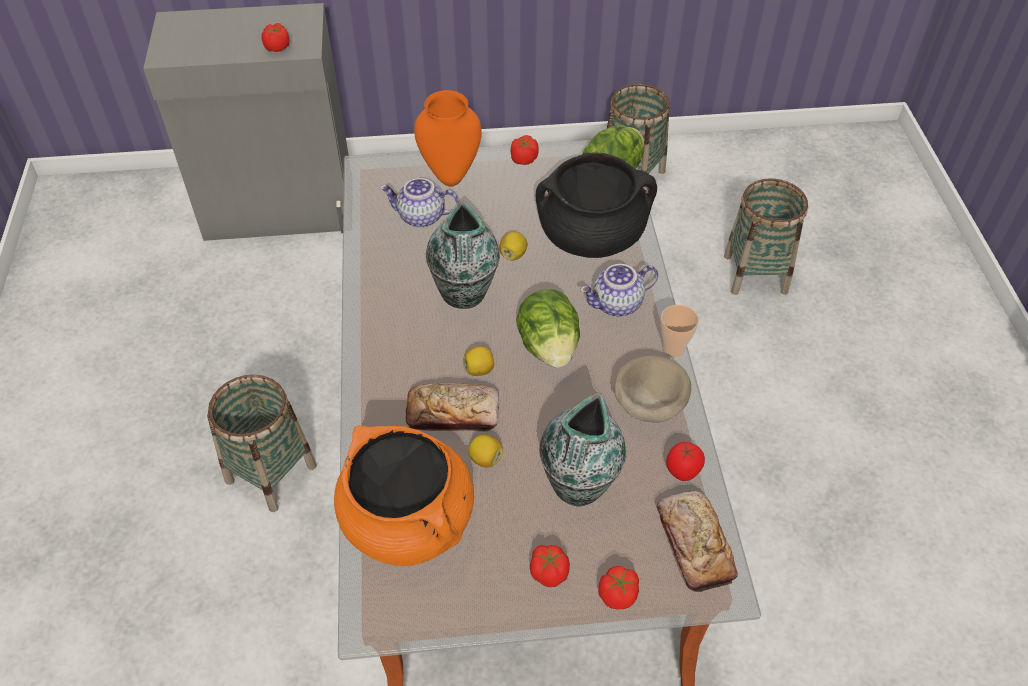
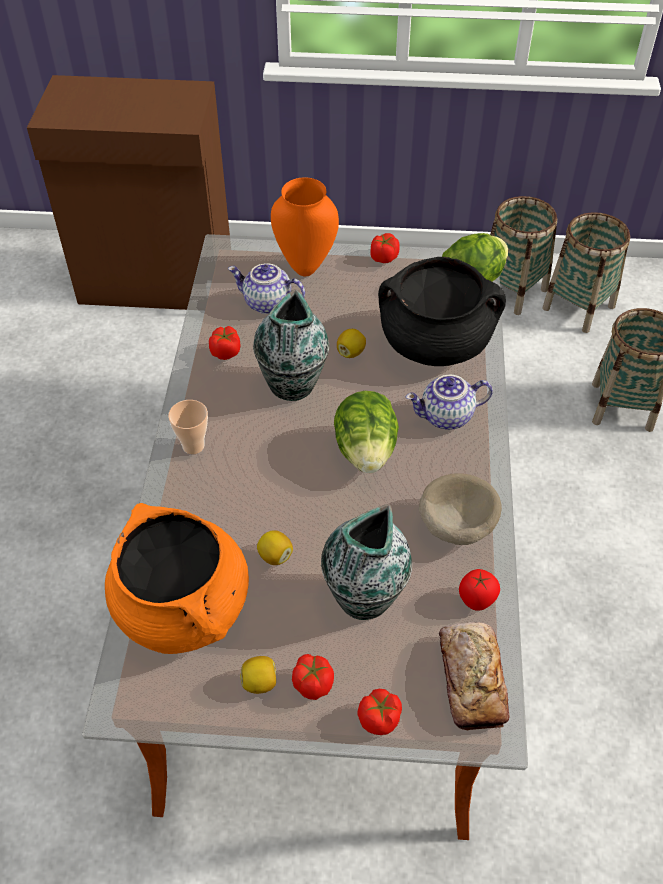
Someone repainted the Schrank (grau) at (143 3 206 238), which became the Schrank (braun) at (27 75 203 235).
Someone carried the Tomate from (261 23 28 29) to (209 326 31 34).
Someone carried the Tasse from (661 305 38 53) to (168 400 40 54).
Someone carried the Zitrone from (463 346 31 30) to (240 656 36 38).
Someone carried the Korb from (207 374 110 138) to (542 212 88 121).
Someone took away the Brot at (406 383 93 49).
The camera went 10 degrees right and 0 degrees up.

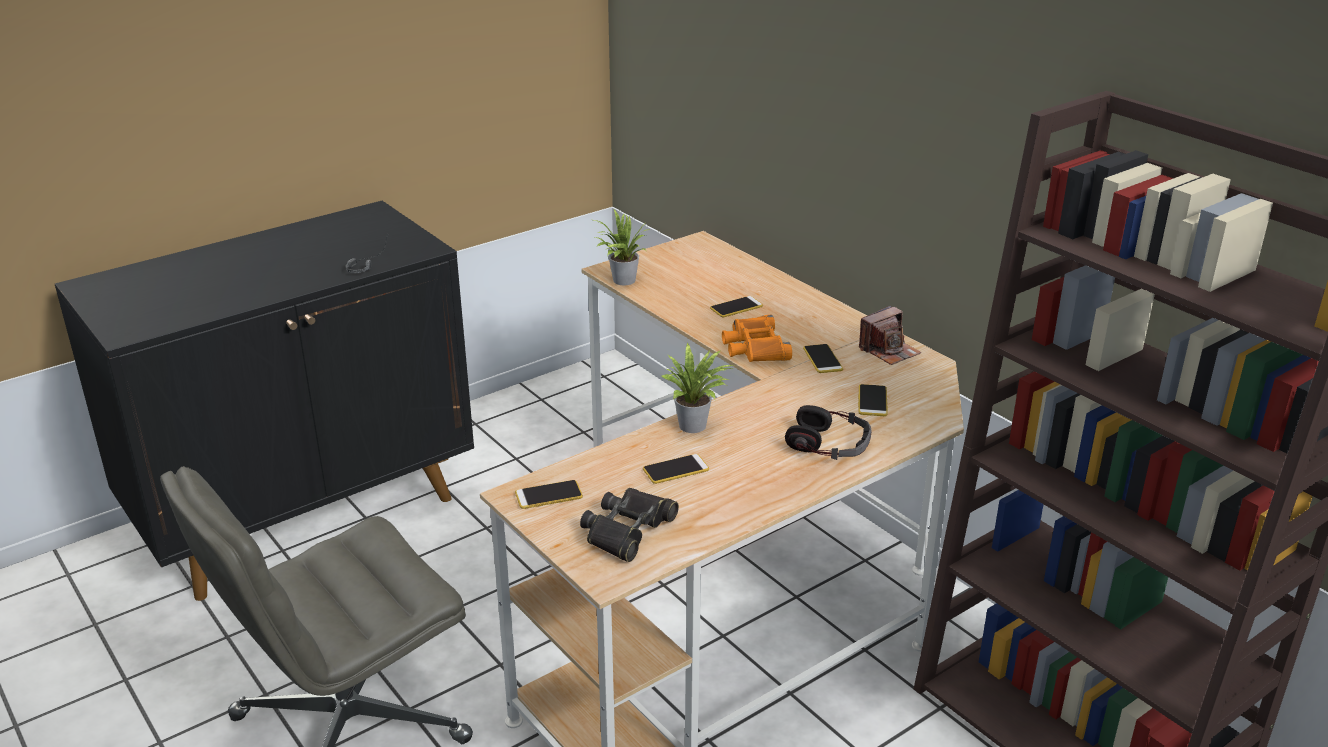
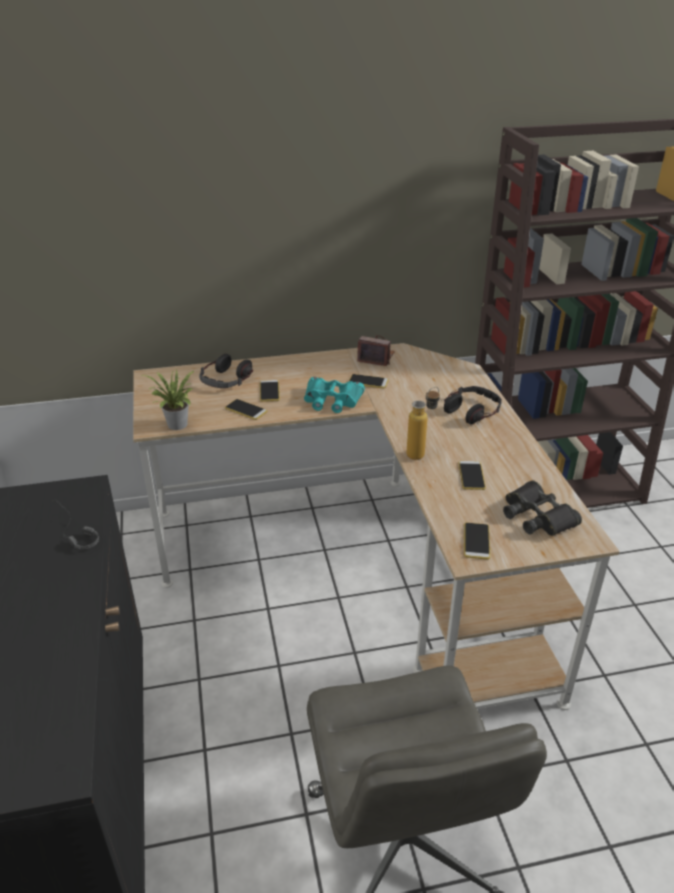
Someone rotated the Kamera at (859 306 62 59) by 60 degrees counterclockwise.
Someone repainted the Fernglas (orange) at (722 315 70 47), which became the Fernglas (türkis) at (304 377 61 36).
Someone swapped the Topfpflanze at (662 343 72 90) for the Flasche at (406 387 34 73).
Someone carried the Handy from (858 384 30 32) to (225 399 42 21).
Someone put down the Kopfhörer at (199 354 54 34).
The camera went 65 degrees left and 5 degrees up.

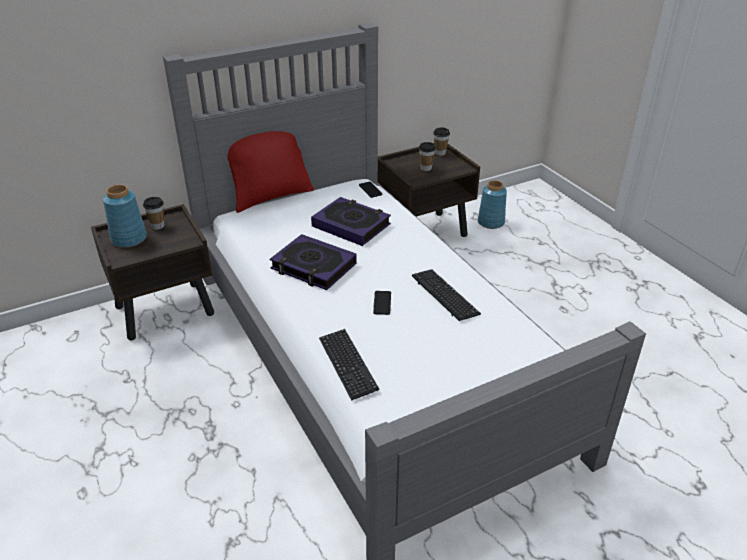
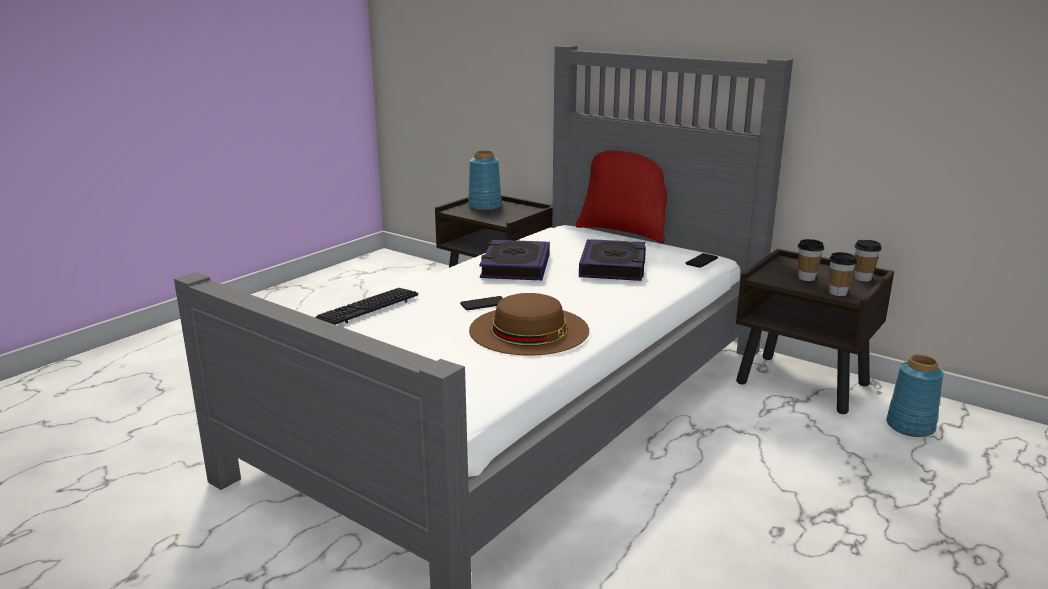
Someone carried the Tasse from (143 197 21 33) to (829 252 28 44).
Someone swapped the Tastatur at (412 269 69 52) for the Hut (braun) at (469 293 120 63).
The camera went 65 degrees right and 15 degrees down.

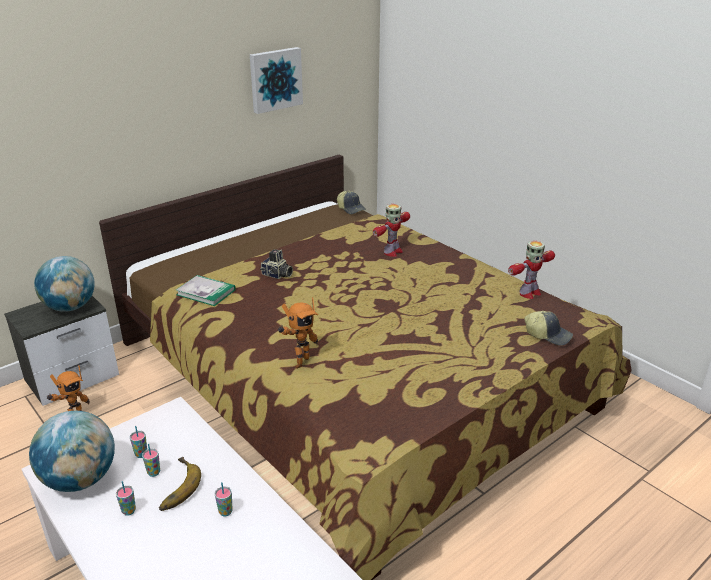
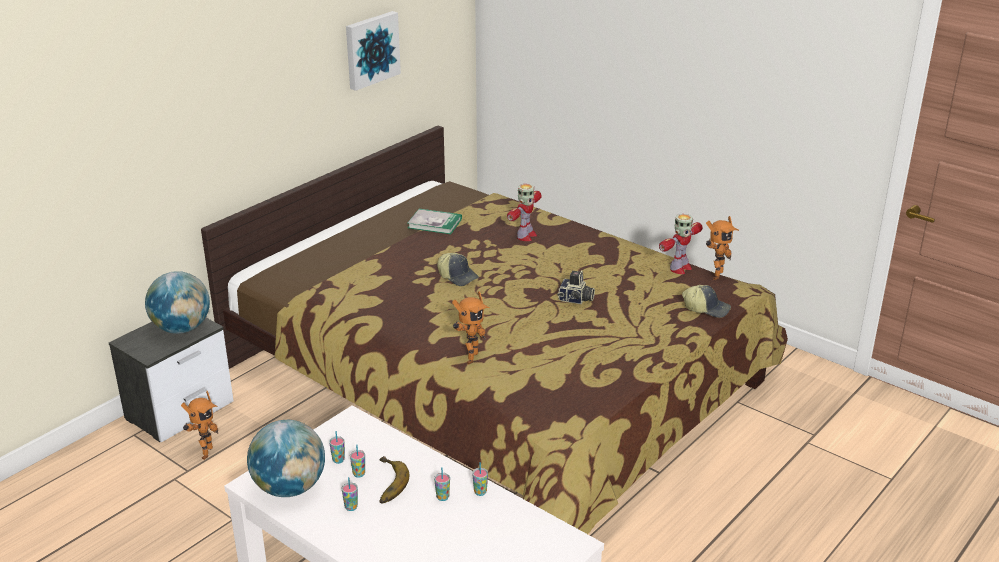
Someone carried the Kappe from (337 191 29 23) to (437 253 42 33).
Someone carried the Kamera from (260 249 33 30) to (558 270 37 34).
Someone carried the Buch from (176 275 60 31) to (408 209 54 25).
Someone put down the Spielzeugroboter at (706 216 33 64).
Someone put down the Tasse at (472 462 16 34).
The camera went 10 degrees left and 0 degrees up.

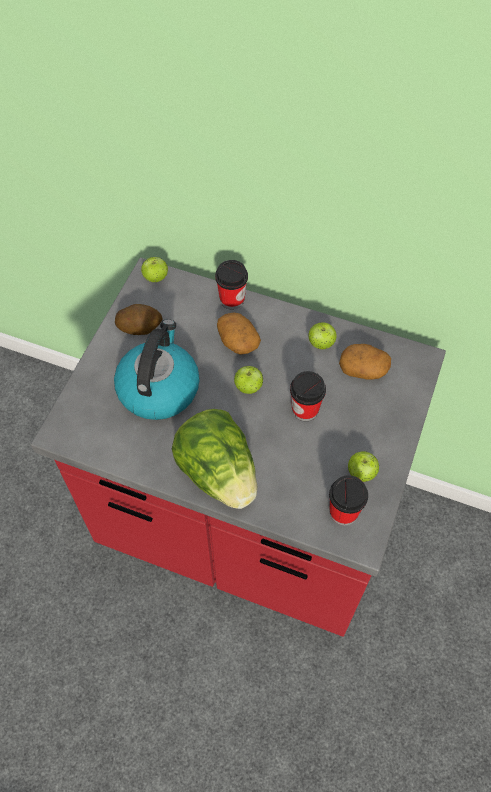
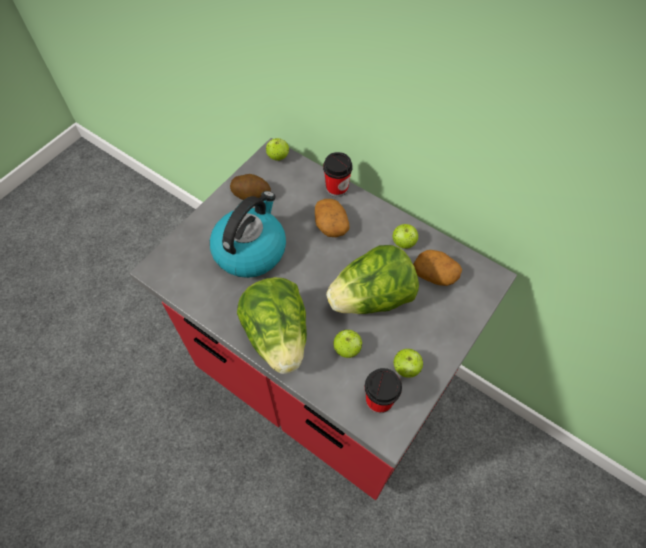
Someone carried the Apfel from (234 366 29 28) to (333 329 29 29).
Someone swapped the Tasse at (290 371 36 50) for the Salatkopf at (326 245 93 69).
The camera went 15 degrees right and 0 degrees up.

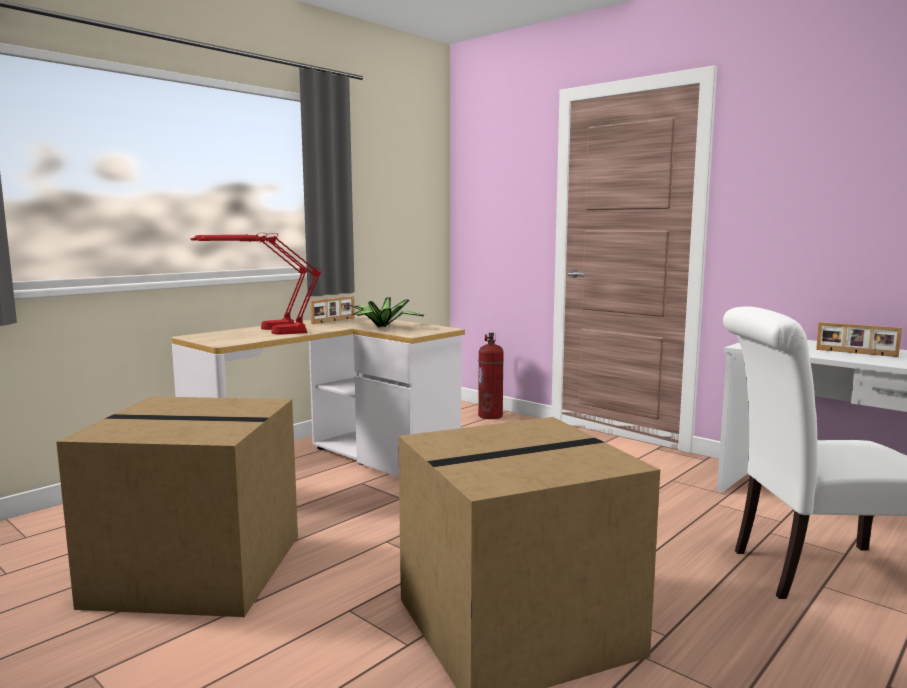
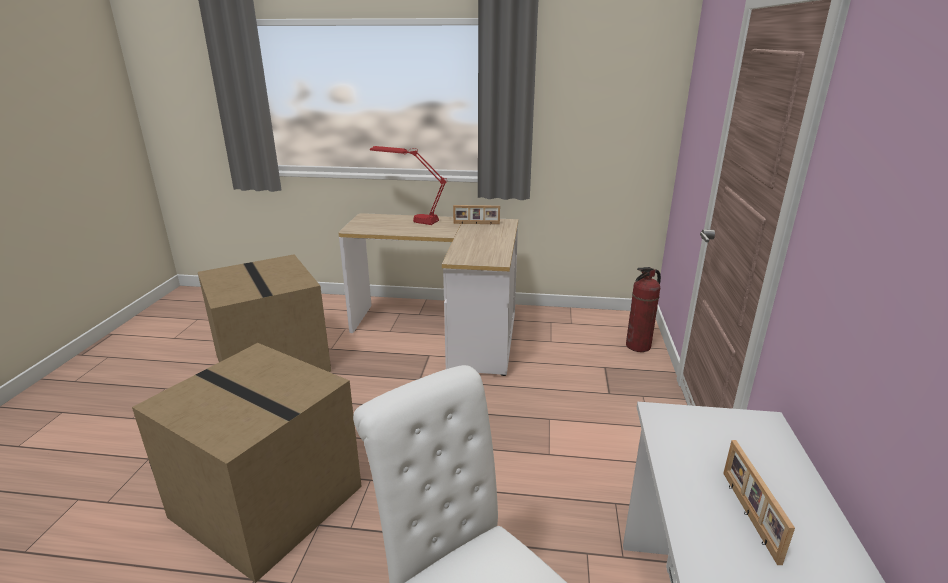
Someone took away the Tischlampe (rot) at (197 233 125 101).
Someone took away the Topfpflanze at (350 297 74 31).
The camera went 55 degrees right and 15 degrees up.

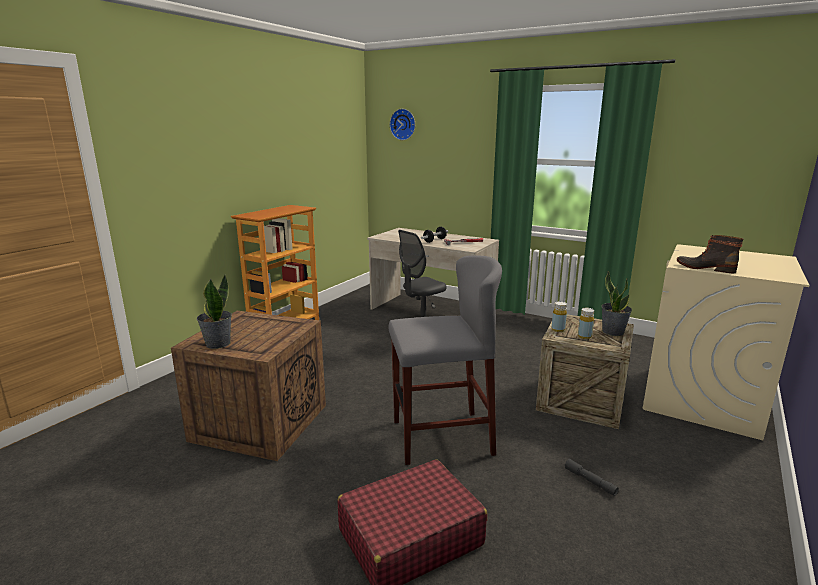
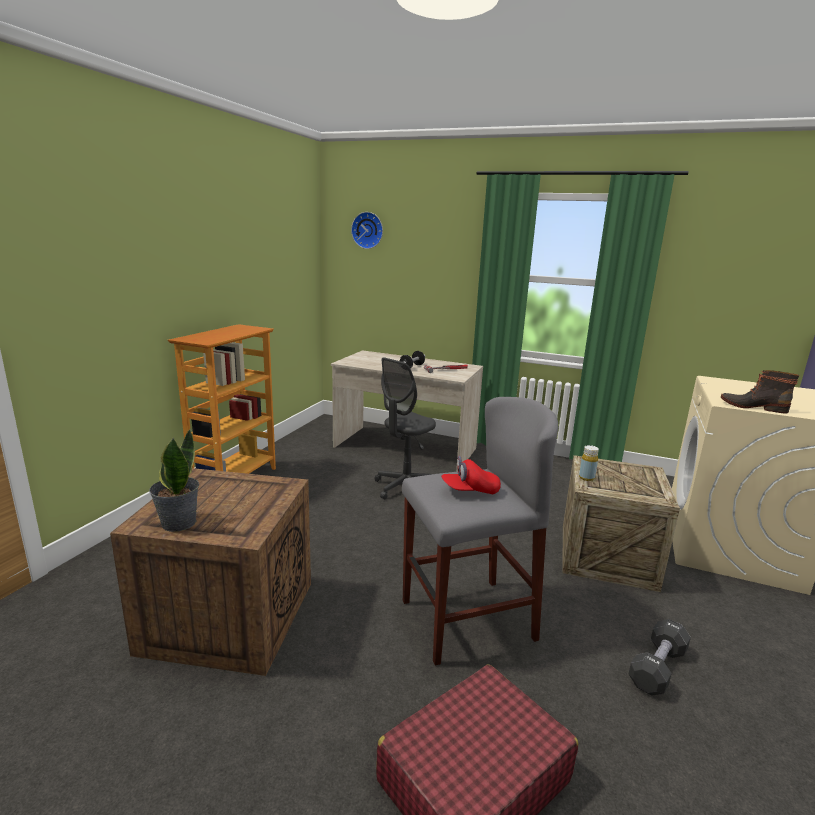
Someone took away the Topfpflanze at (601 271 31 65).
Someone took away the Flasche (gelb) at (578 308 16 31).
Someone swapped the Taschenlampe (grau) at (565 459 54 37) for the Hantel (schwarz) at (629 619 62 77).
Someone put down the Kappe (rot) at (441 456 60 38).
The camera went 10 degrees left and 0 degrees up.

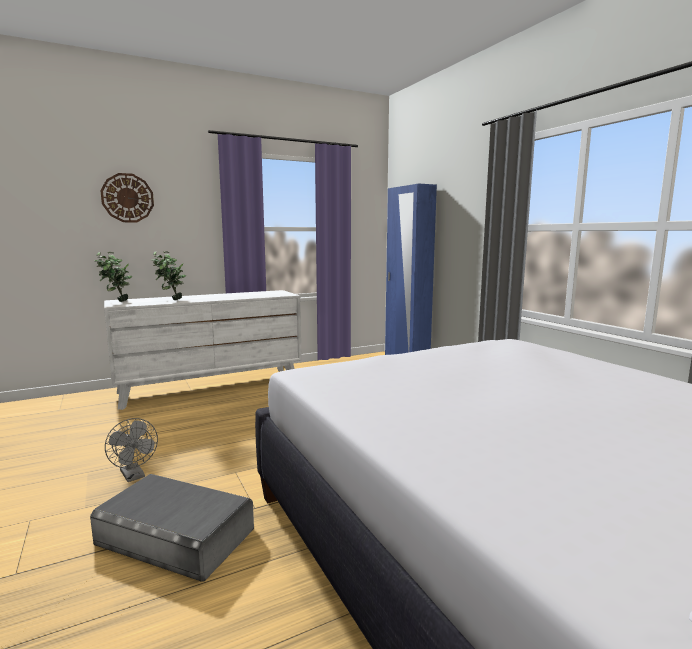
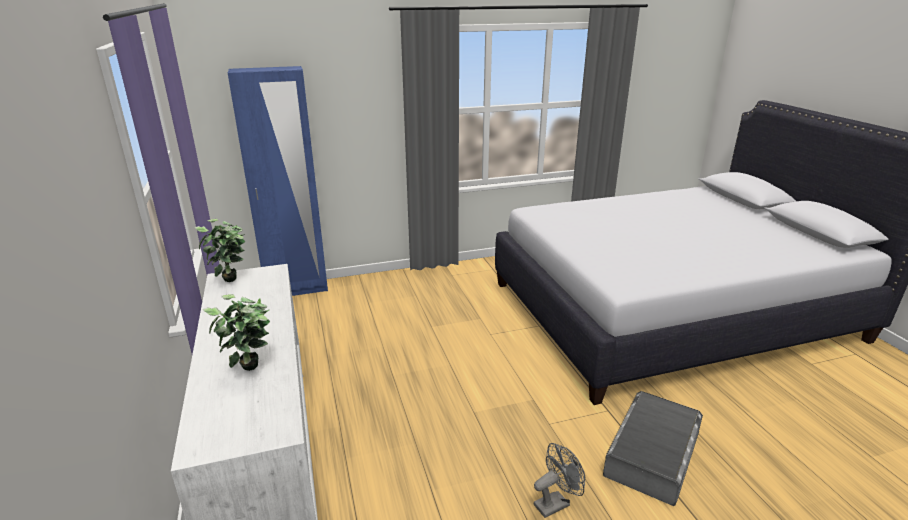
Someone took away the Wanduhr at (100 173 54 49).
Someone carried the Topfpflanze from (94 252 38 50) to (195 219 50 63).
The camera went 80 degrees left and 15 degrees up.

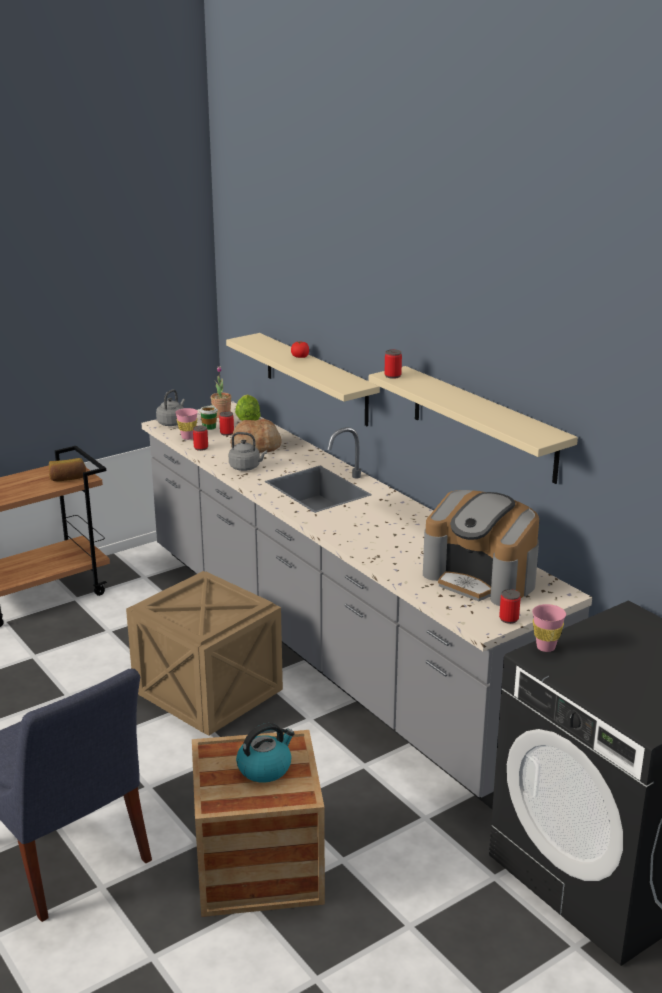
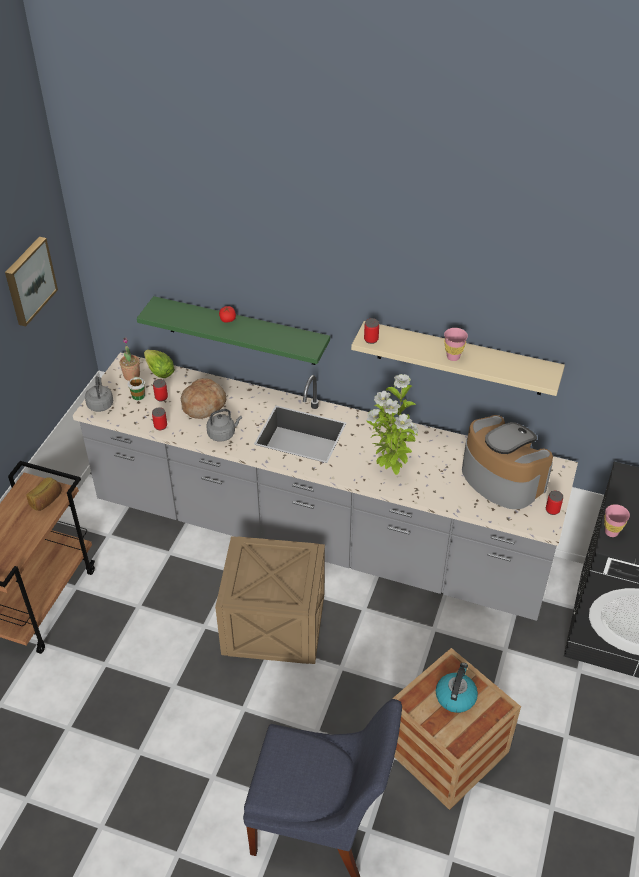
Someone repainted the Wandregal (beige) at (226 333 154 93), which became the Wandregal (grün) at (137 296 193 69).
Someone carried the Tasse (rosa) from (175 408 23 32) to (444 328 24 33).
Someone rotated the Kaffeemaschine at (423 490 116 116) by 135 degrees counterclockwise.
Someone put up the Bild at (5 237 53 89).
Someone put down the Topfpflanze at (367 374 51 101).
The camera went 35 degrees left and 20 degrees up.

